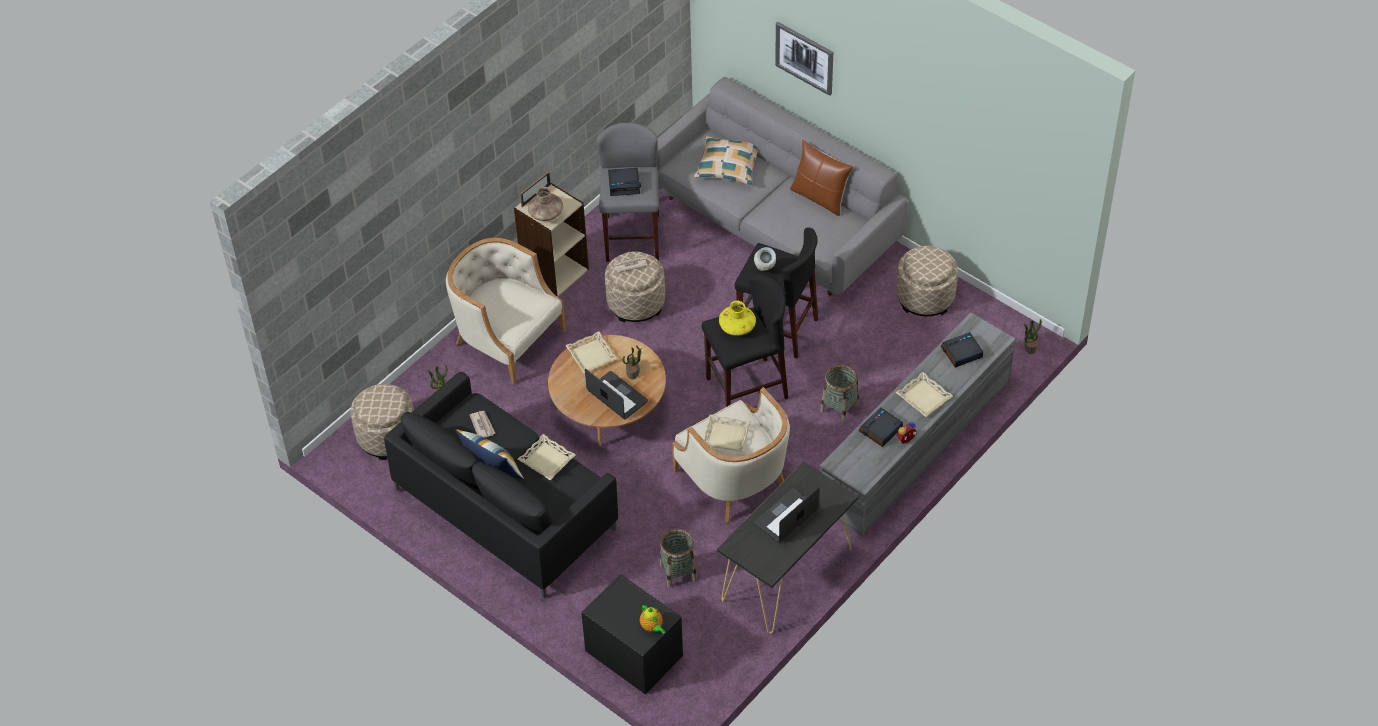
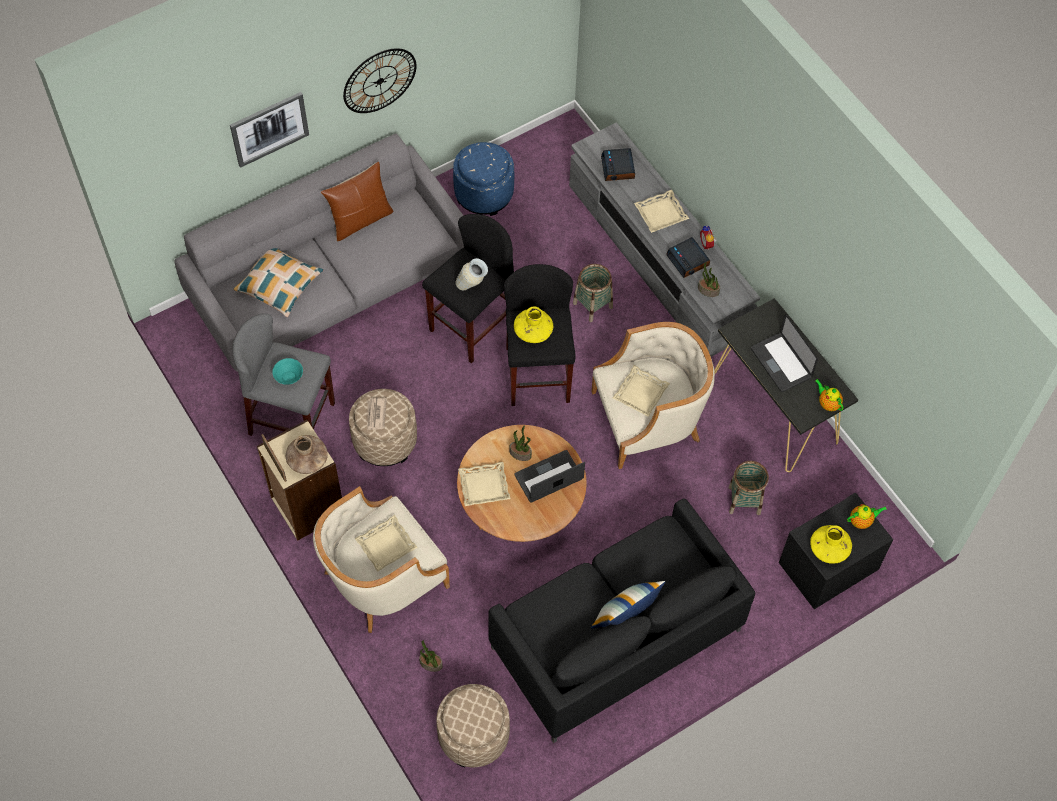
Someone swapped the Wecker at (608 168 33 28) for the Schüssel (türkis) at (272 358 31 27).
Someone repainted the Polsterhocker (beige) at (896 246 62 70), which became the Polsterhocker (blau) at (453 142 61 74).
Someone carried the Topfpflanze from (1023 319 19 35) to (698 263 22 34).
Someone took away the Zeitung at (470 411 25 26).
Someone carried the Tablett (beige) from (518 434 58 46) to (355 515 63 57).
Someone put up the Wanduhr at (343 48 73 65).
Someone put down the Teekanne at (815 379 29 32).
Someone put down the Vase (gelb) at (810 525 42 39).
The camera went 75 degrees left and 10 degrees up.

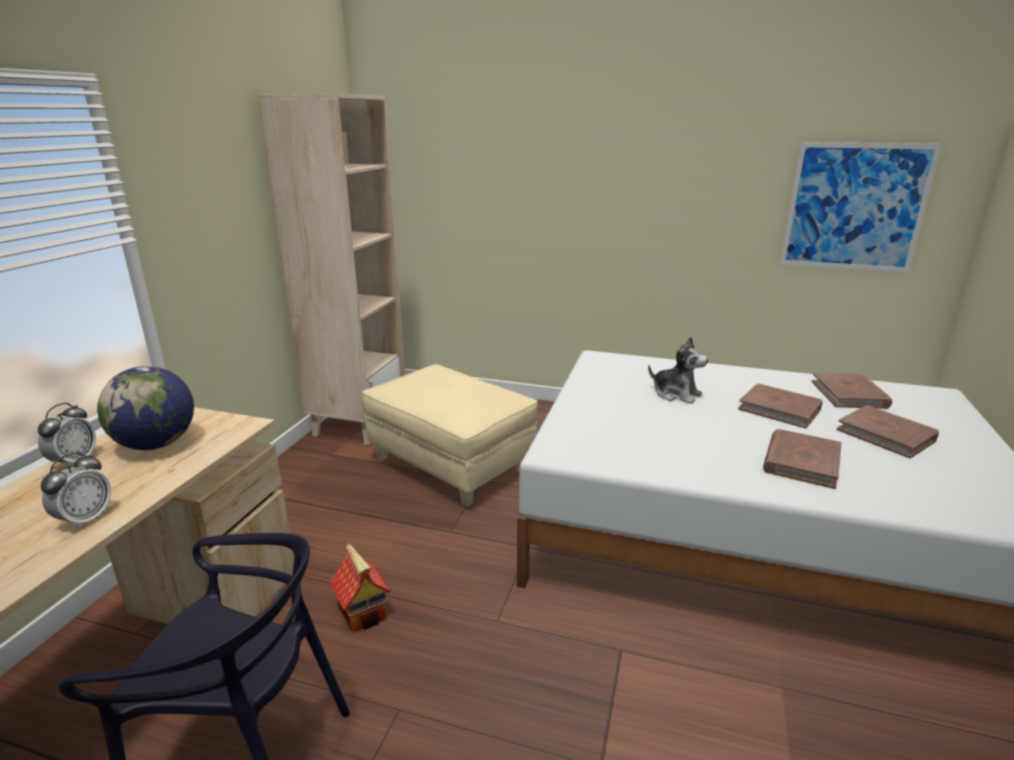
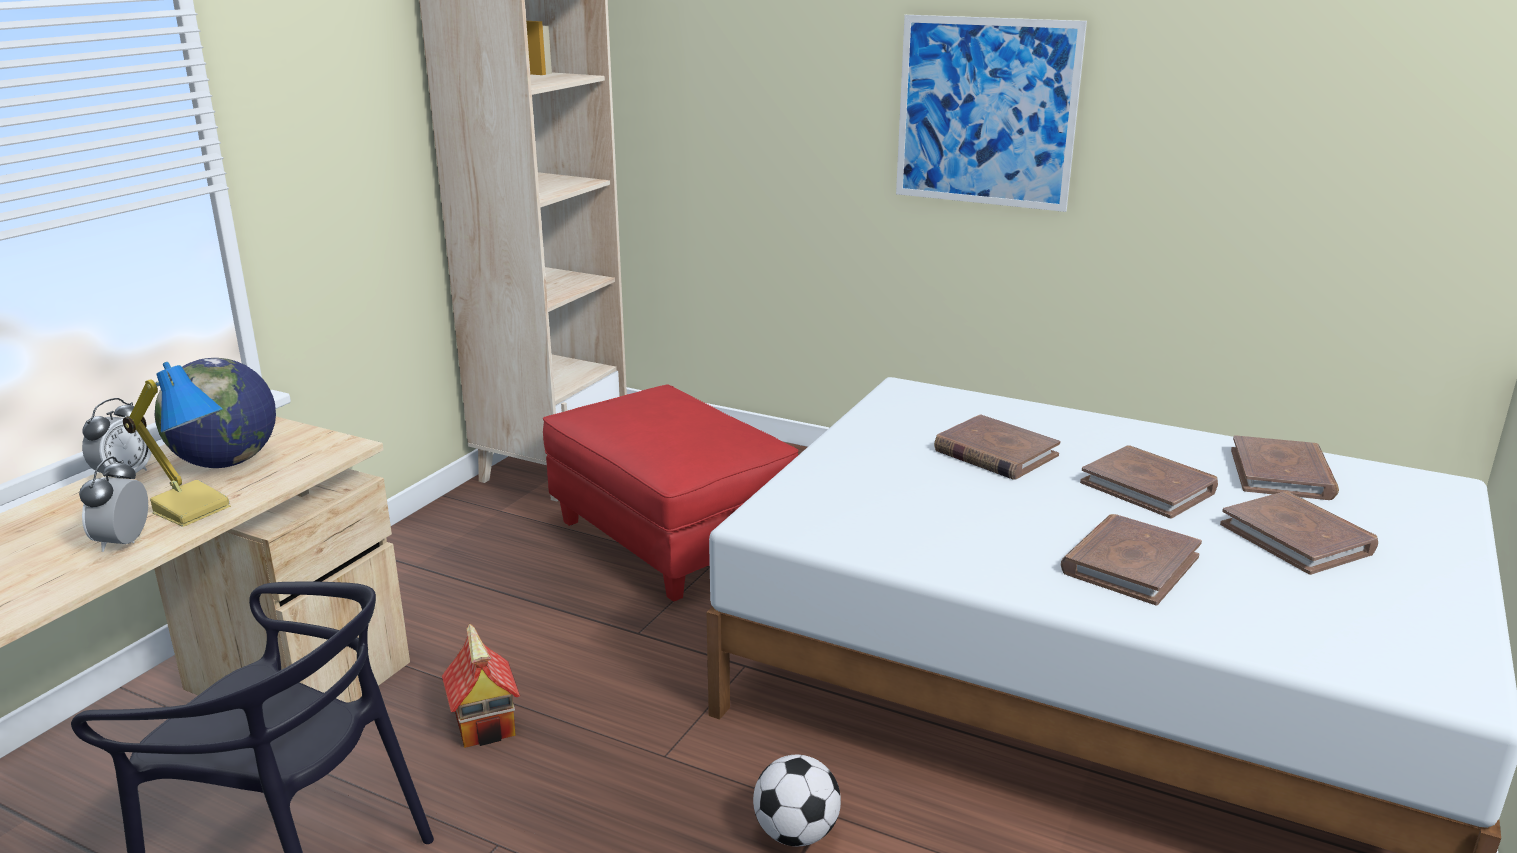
Someone carried the Bild from (780 142 162 130) to (896 15 191 197).
Someone swapped the Plüschtier at (648 337 60 67) for the Buch (braun) at (934 414 127 66).
Someone repainted the Polsterhocker (beige) at (362 364 176 143), which became the Polsterhocker (rot) at (543 384 256 218).
Someone rotated the Wecker at (41 452 70 78) by 150 degrees clockwise.
Someone put down the Tischlampe at (123 362 108 165).
Someone put down the Fußball at (753 755 88 91).
The camera went 10 degrees right and 0 degrees up.

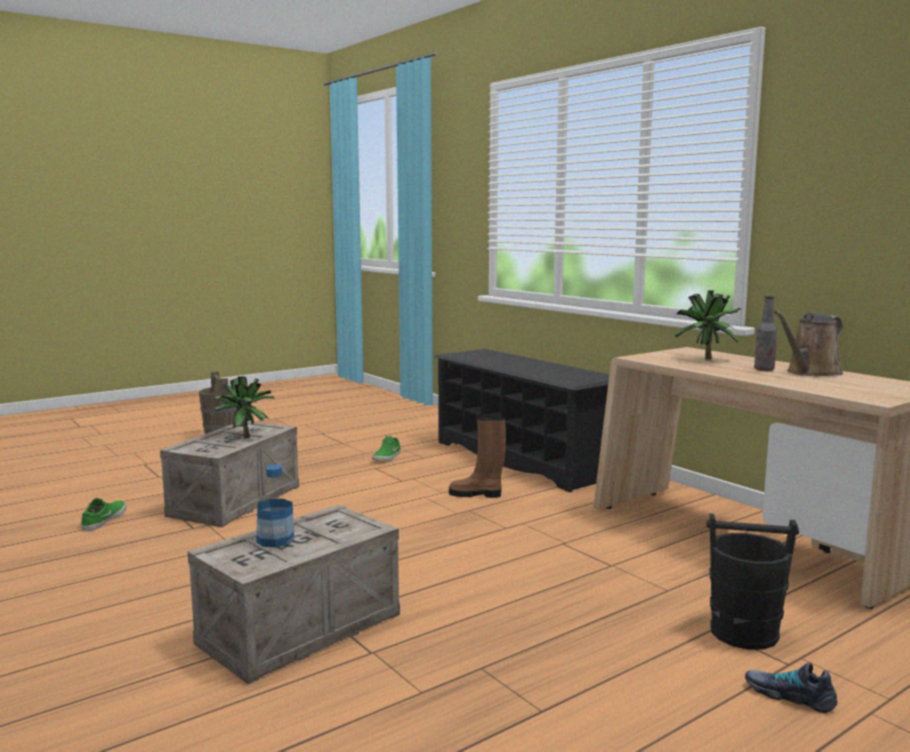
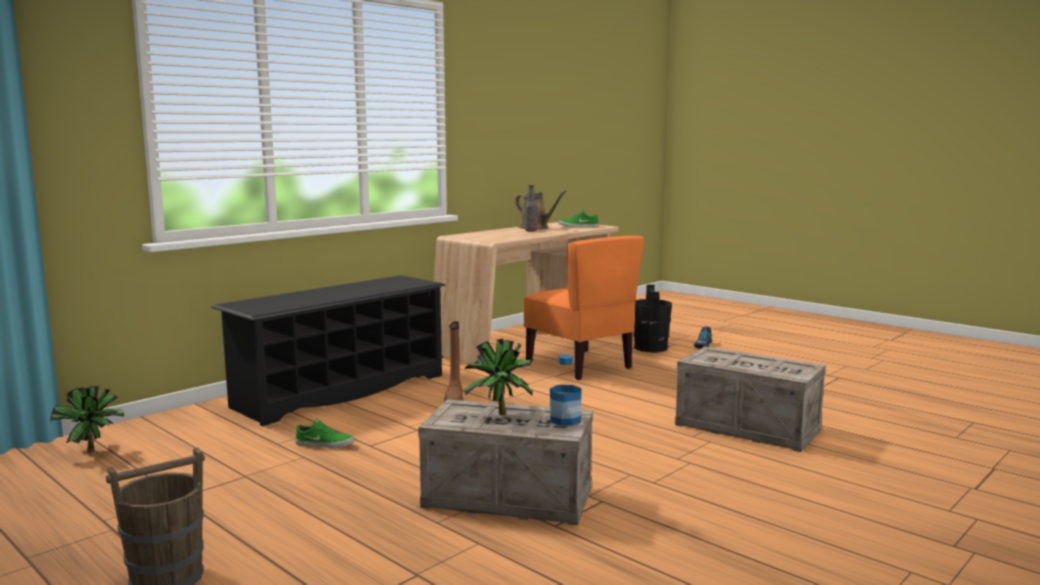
Someone carried the Topfpflanze from (675 290 65 70) to (50 386 75 66).
Someone carried the Flasche from (256 465 38 82) to (550 354 32 72).
Someone carried the Schuh (grün) from (81 498 45 33) to (558 210 40 18).
Someone put down the Stuhl (orange) at (524 236 120 144).
The camera went 100 degrees left and 0 degrees up.

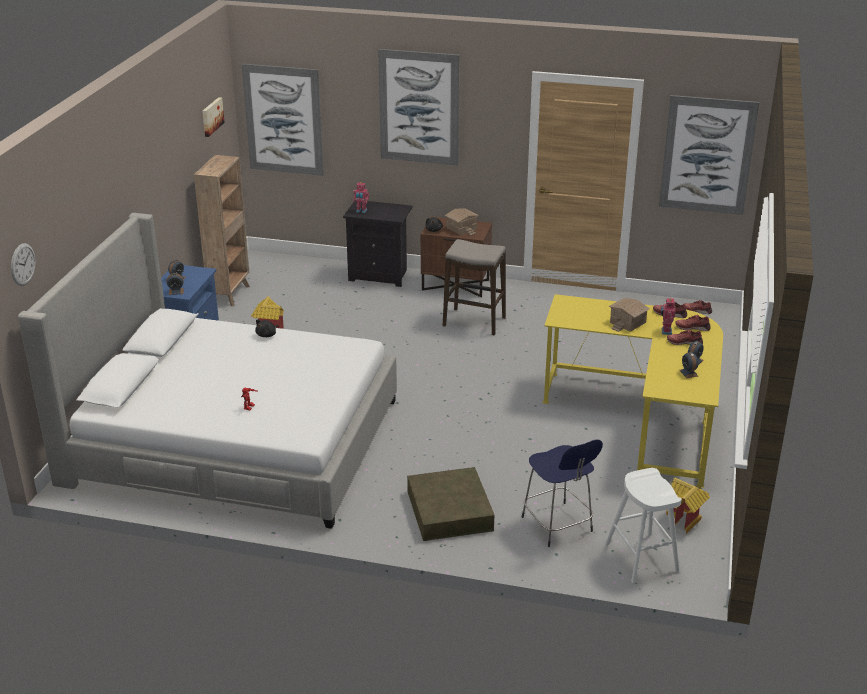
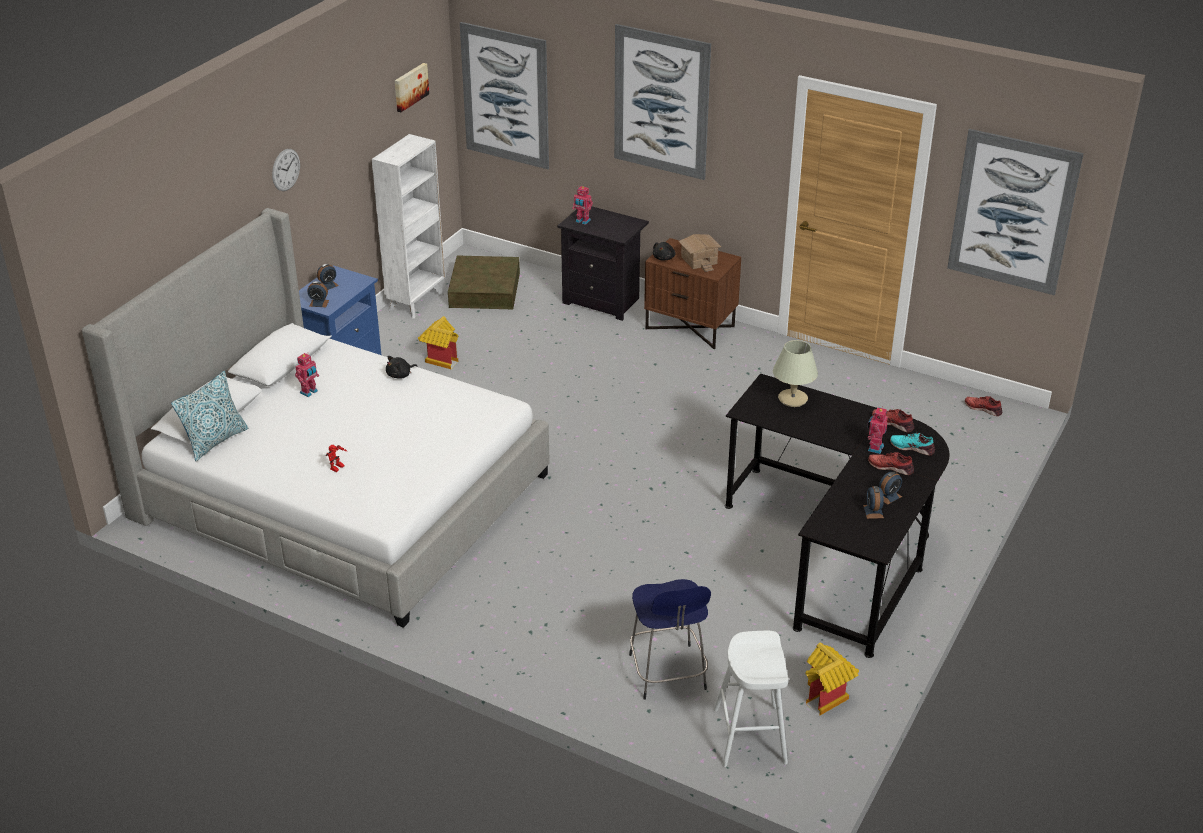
Someone repainted the Bücherregal (braun) at (194 155 56 151), which became the Bücherregal (weiß) at (372 134 73 185).
Someone took away the Hocker at (443 239 63 96).
Someone carried the Wanduhr from (11 243 25 43) to (272 149 28 42).
Someone repainted the Schreibtisch (gelb) at (543 294 180 195), which became the Schreibtisch (schwarz) at (725 373 224 285).
Someone took away the Spielzeughaus at (608 298 42 34).
Someone repainted the Schuh (rot) at (675 315 36 16), which became the Schuh (türkis) at (890 433 45 22).
Someone carried the Aufbewahrungsbox (braun) from (407 467 87 74) to (448 255 72 55).
Someone put down the Tischlampe (beige) at (773 340 45 67).
Someone put down the Spielzeugroboter at (295 353 24 44).
Someone put down the Kissen at (171 371 77 90).
The camera went 15 degrees right and 5 degrees up.

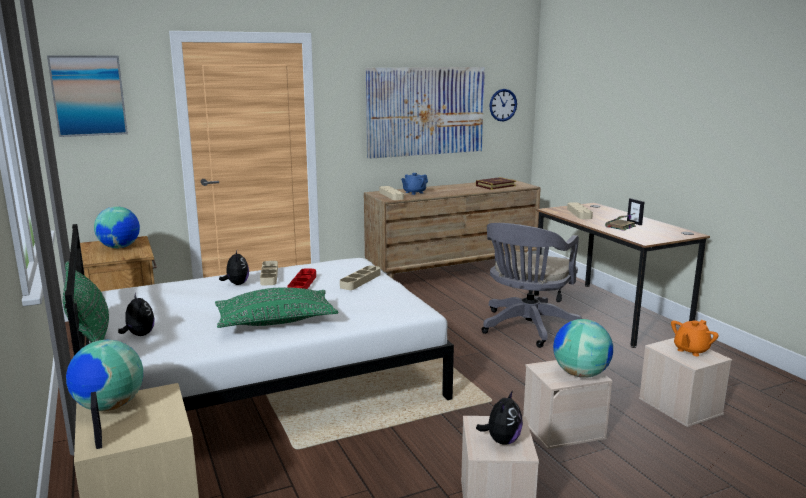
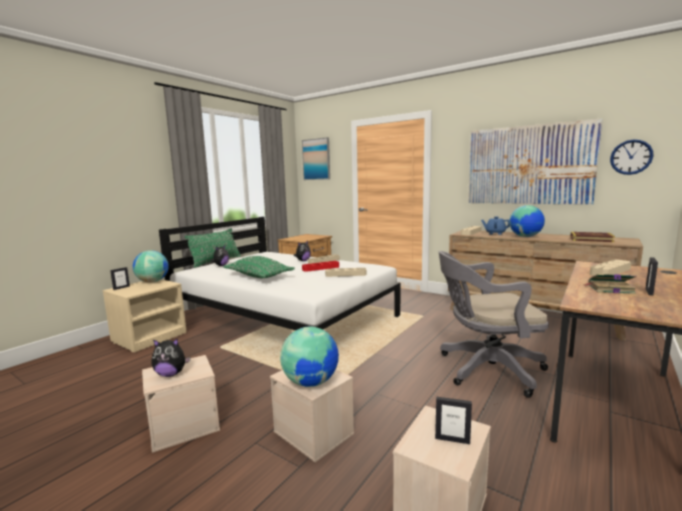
Someone carried the Globus from (94 206 46 42) to (509 205 36 32).
Someone swapped the Teekanne (orange) at (671 320 48 36) for the Bilderrahmen at (435 397 37 47).
The camera went 60 degrees right and 5 degrees down.

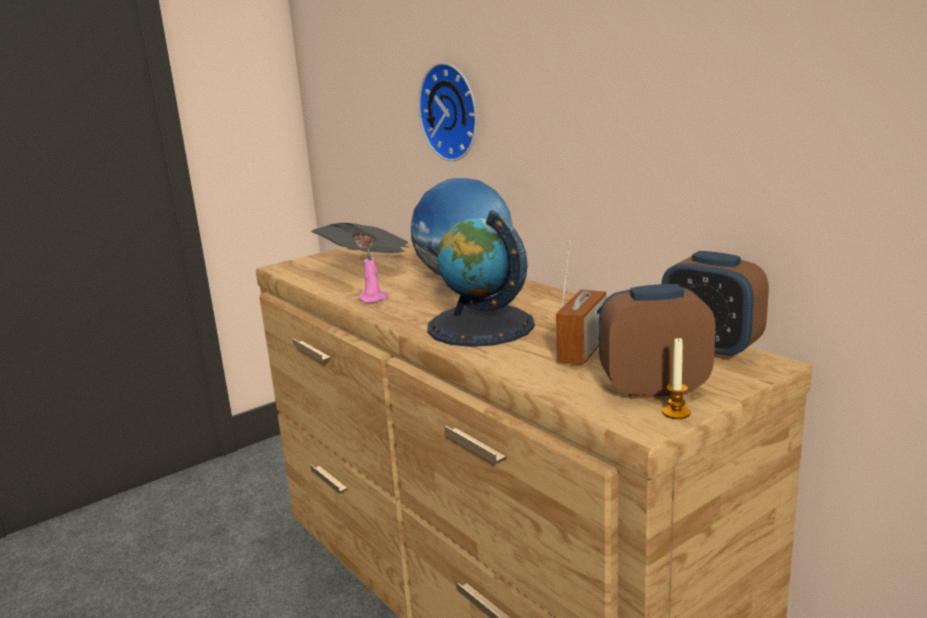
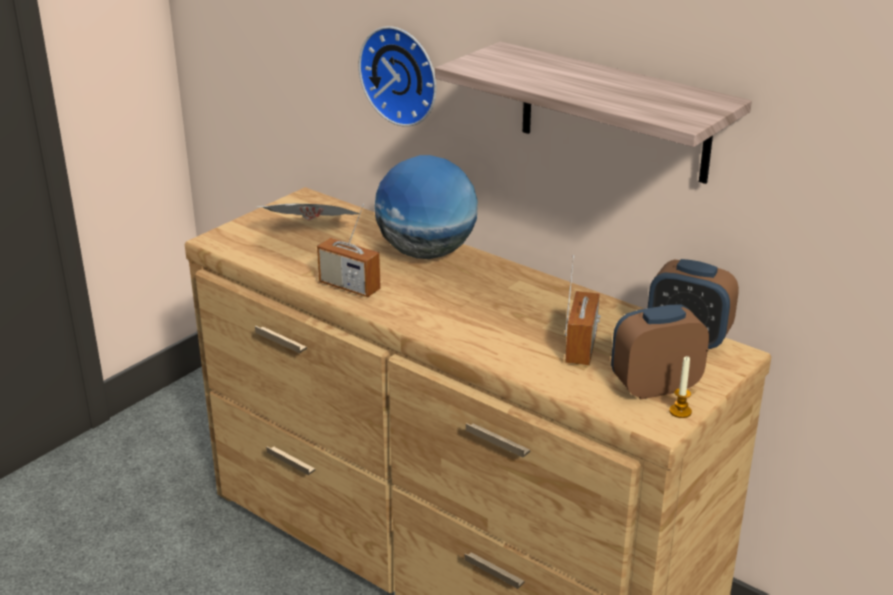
Someone took away the Globus at (427 210 108 137).
Someone swapped the Kerze (rosa) at (359 248 29 55) for the Radio at (317 204 64 93).
Someone put up the Wandregal at (435 42 317 142).
The camera went 15 degrees left and 10 degrees up.

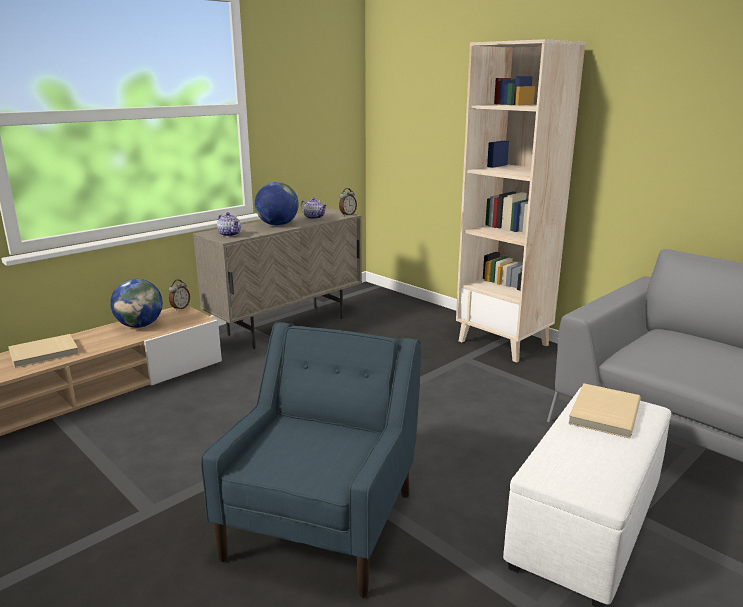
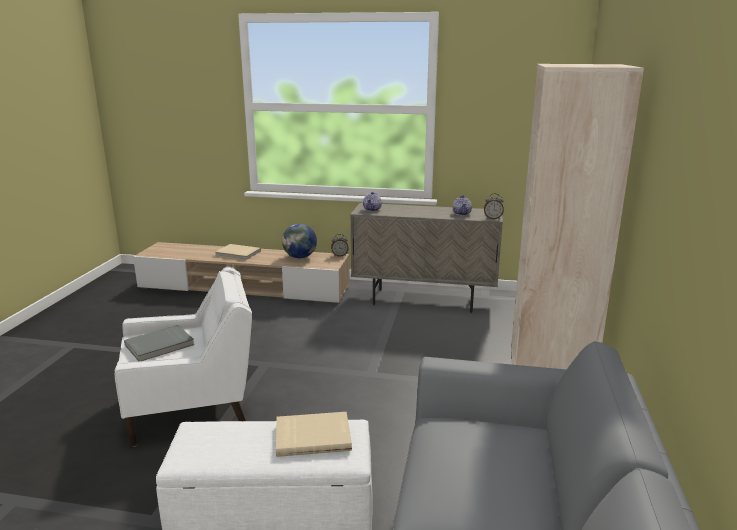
Someone took away the Globus at (255 182 44 44).
Someone repainted the Sessel (blau) at (201 322 220 276), which became the Sessel (weiß) at (115 267 137 180).
Someone put down the Buch (grau) at (124 325 70 36).
The camera went 55 degrees right and 0 degrees up.

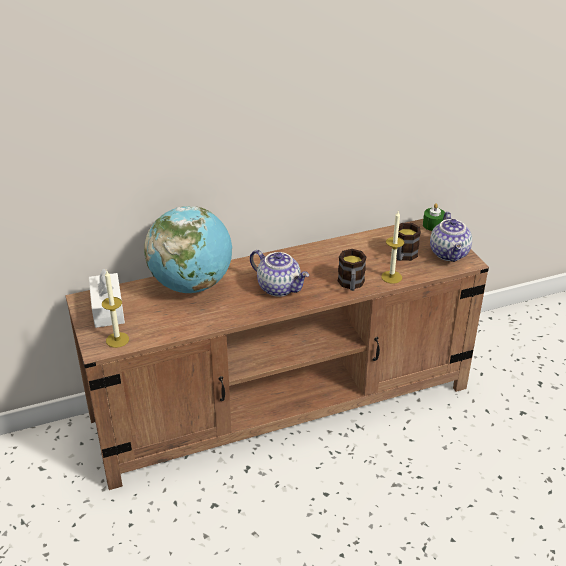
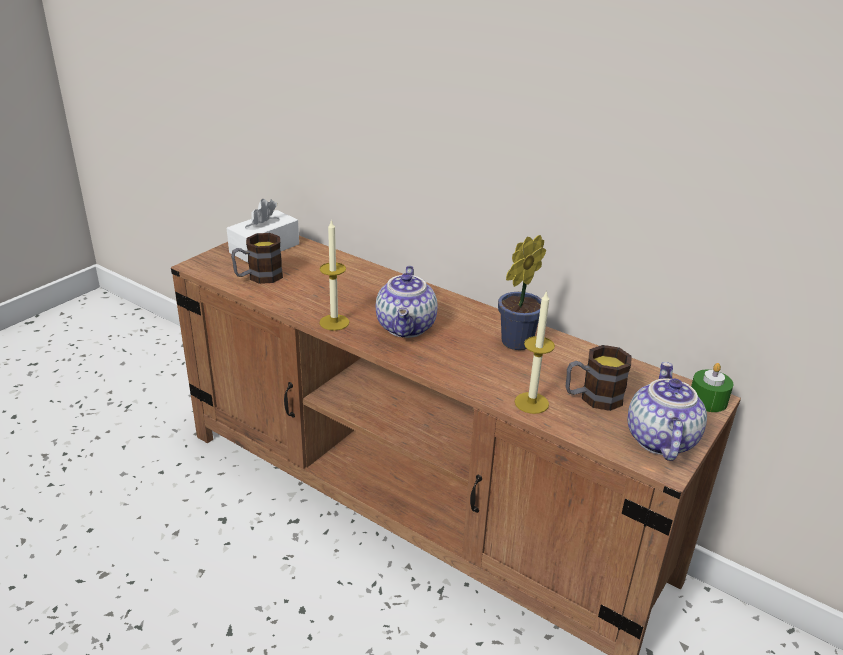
Someone took away the Globus at (144 206 88 87).
Someone rotated the Teekanne at (430 212 42 50) by 135 degrees clockwise.
Someone carried the Henkelbecher from (338 249 28 42) to (231 233 52 51).
Someone carried the Kerze from (102 271 27 77) to (319 219 31 112).
Someone put down the Topfpflanze at (498 235 48 115).
The camera went 55 degrees right and 5 degrees down.

